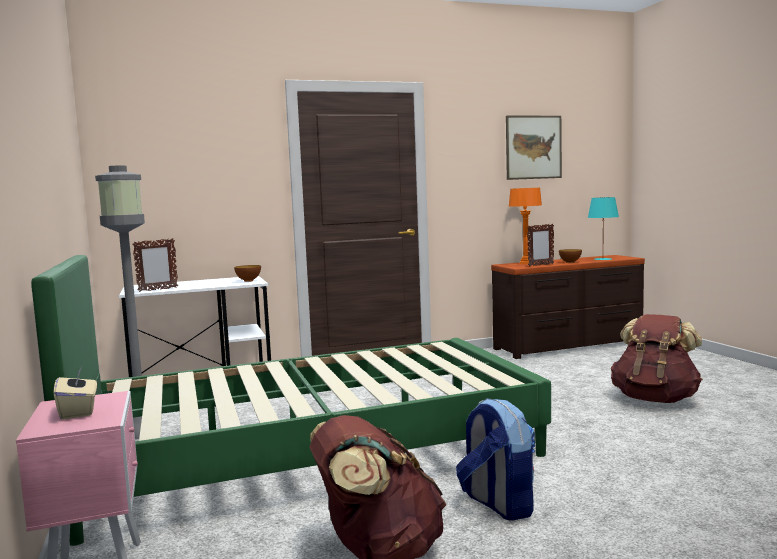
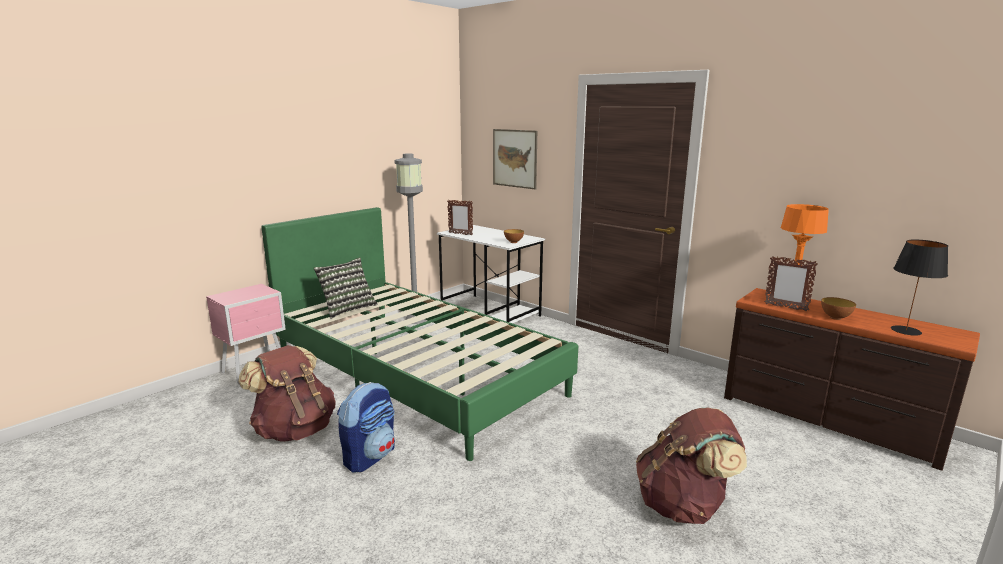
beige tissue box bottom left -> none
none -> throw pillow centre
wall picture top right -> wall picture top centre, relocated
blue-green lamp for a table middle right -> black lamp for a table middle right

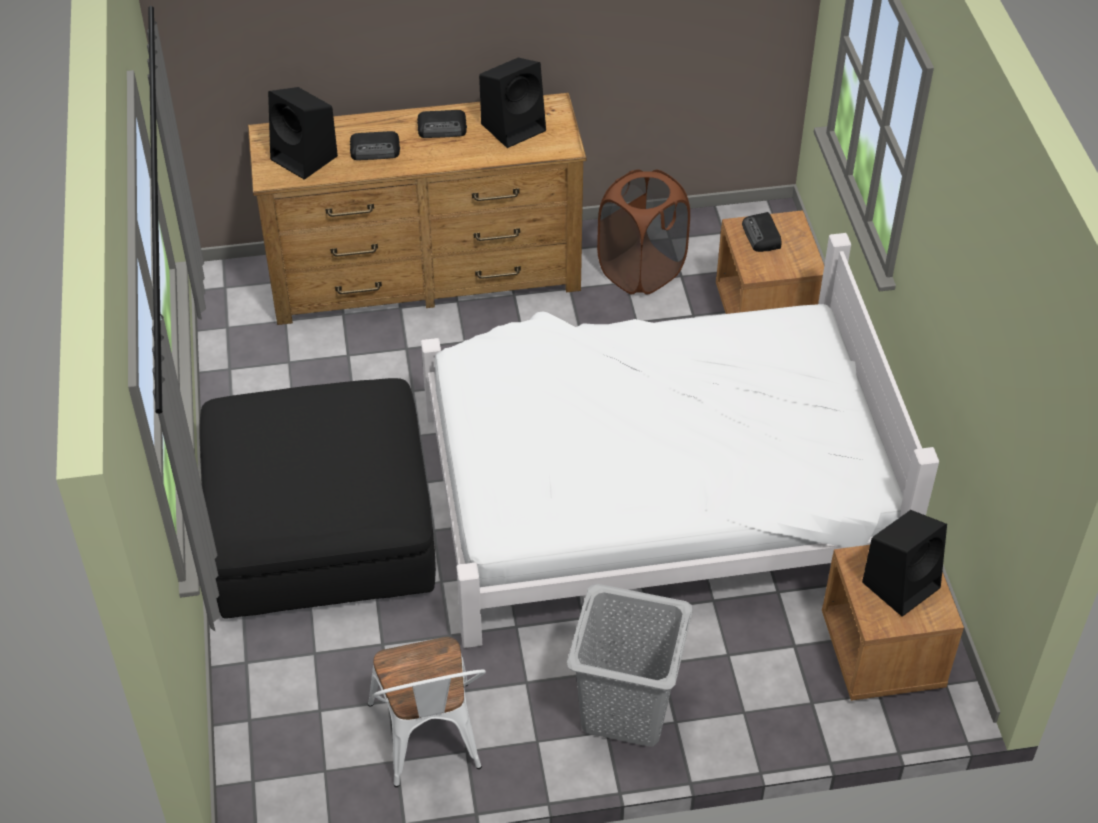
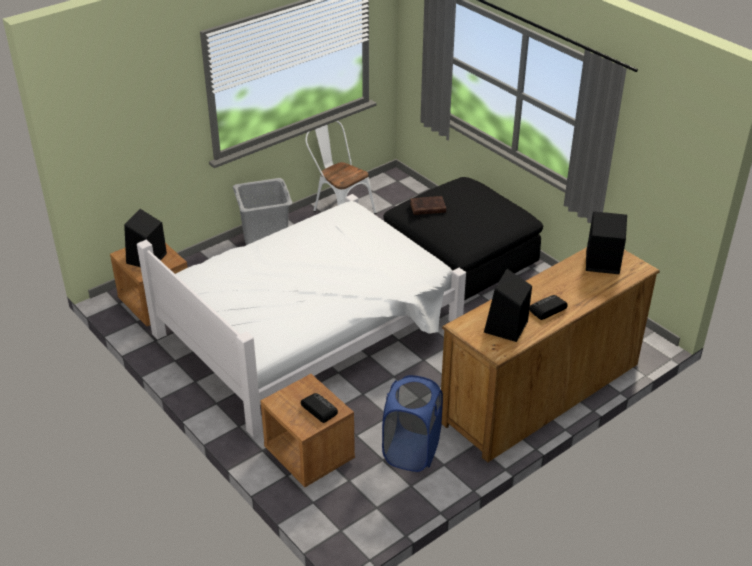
radio (no. 1 from left) top centre -> none
none -> brownish bound book centre
brownish washing basket top centre -> blue-coloured washing basket bottom centre

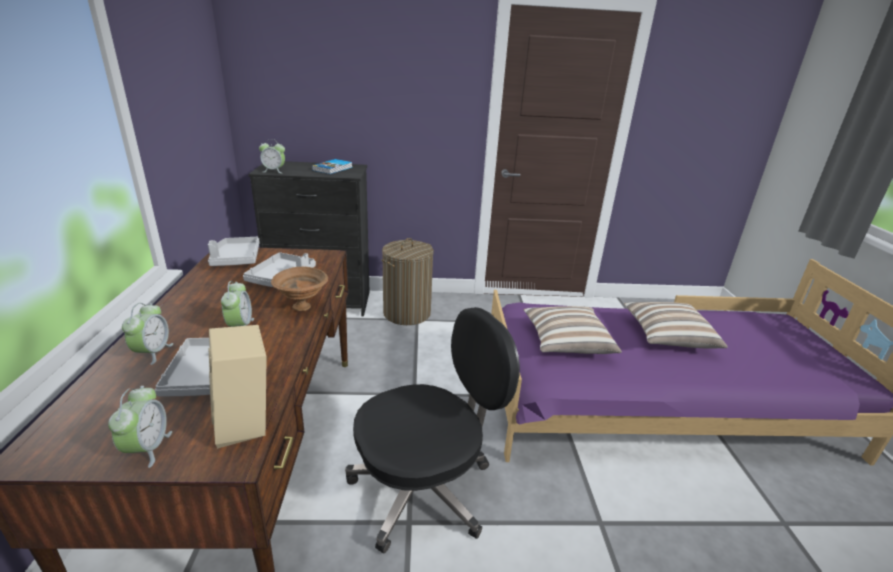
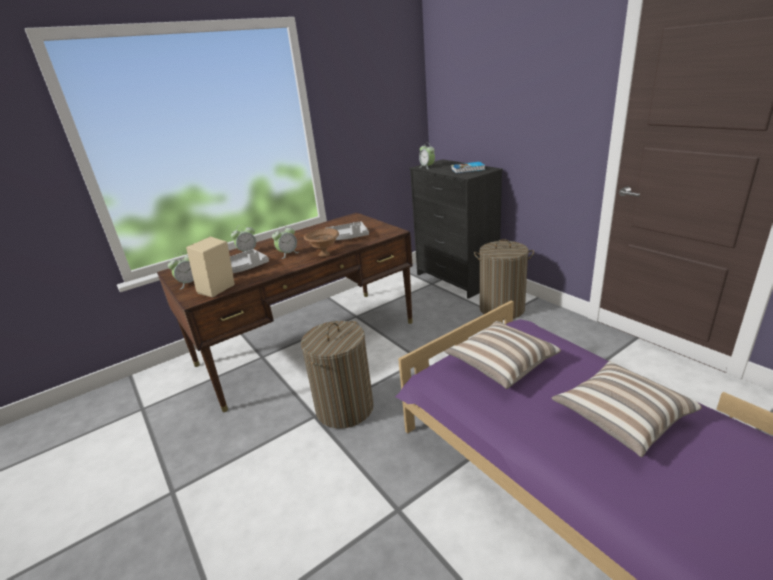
greyish serving tray (no. 2 from left) middle left -> none
black computer chair bottom centre -> washing basket (no. 1 from left) centre

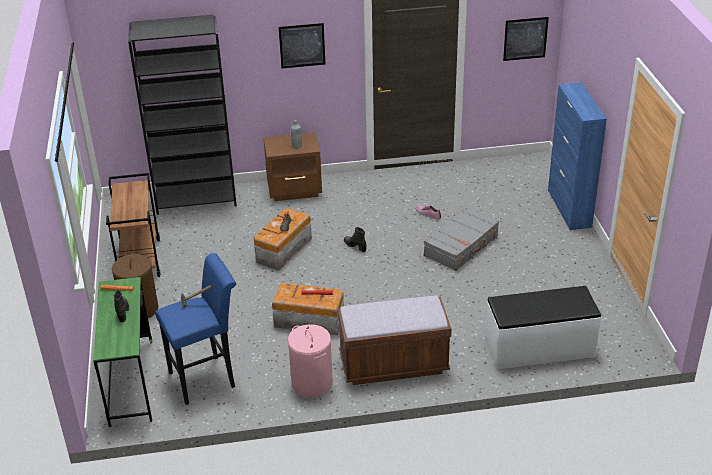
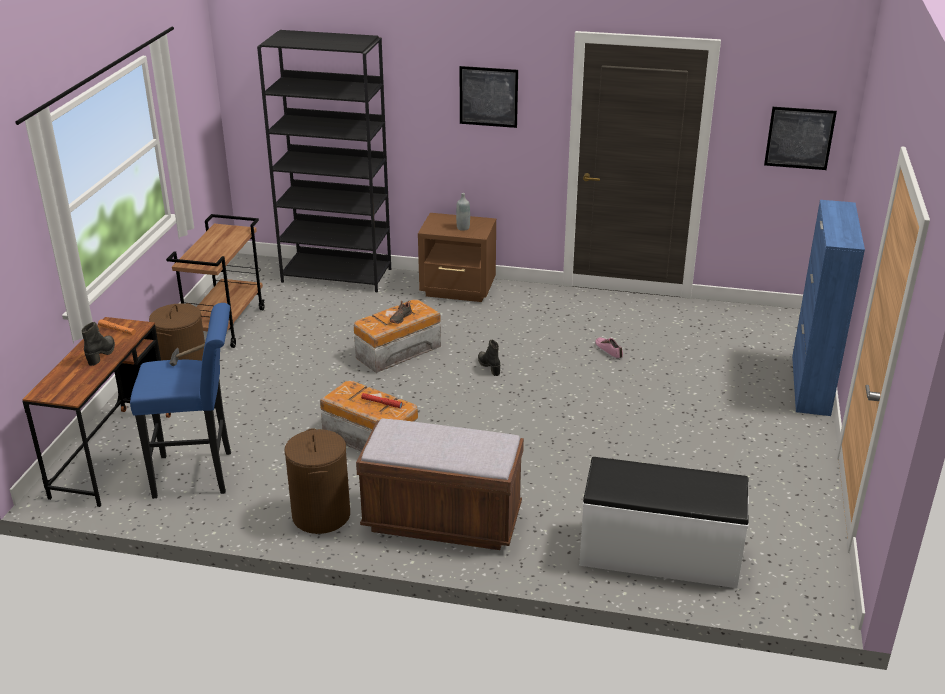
greyish piece of luggage centre -> none
greenish desk unit bottom left -> brownish desk unit middle left
pinkish washing basket bottom centre -> brownish washing basket (no. 2 from left) bottom centre

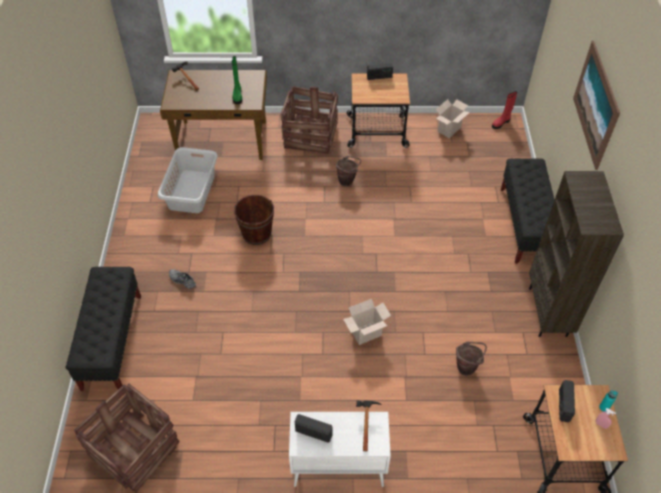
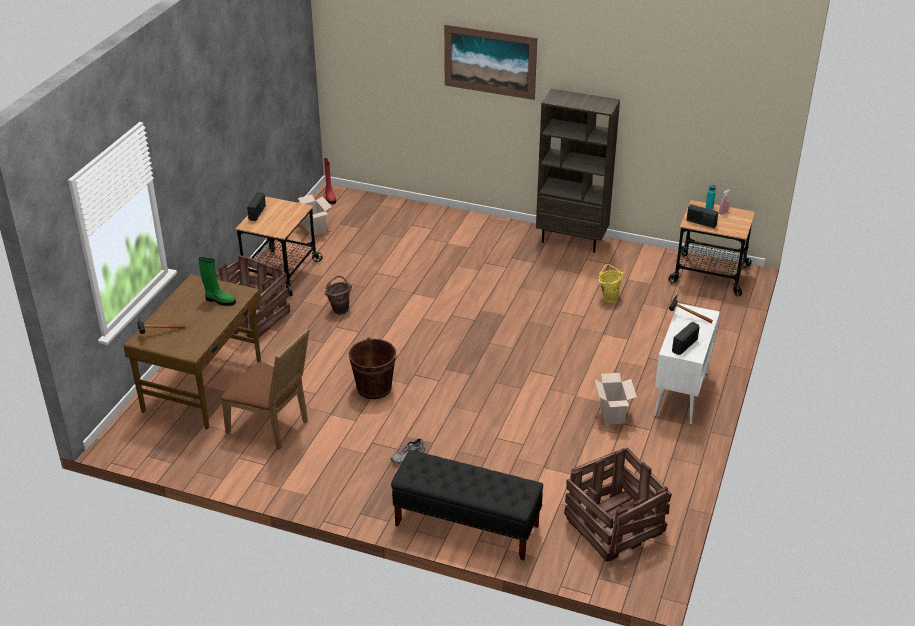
black long seat (no. 2 from left) middle right -> none
packing box (no. 1 from left in the first image) centre -> packing box (no. 2 from left) middle right, relocated
greyish washing basket middle left -> brownish upright chair middle left
brownish water bucket (no. 3 from left) bottom right -> yellow water bucket middle right

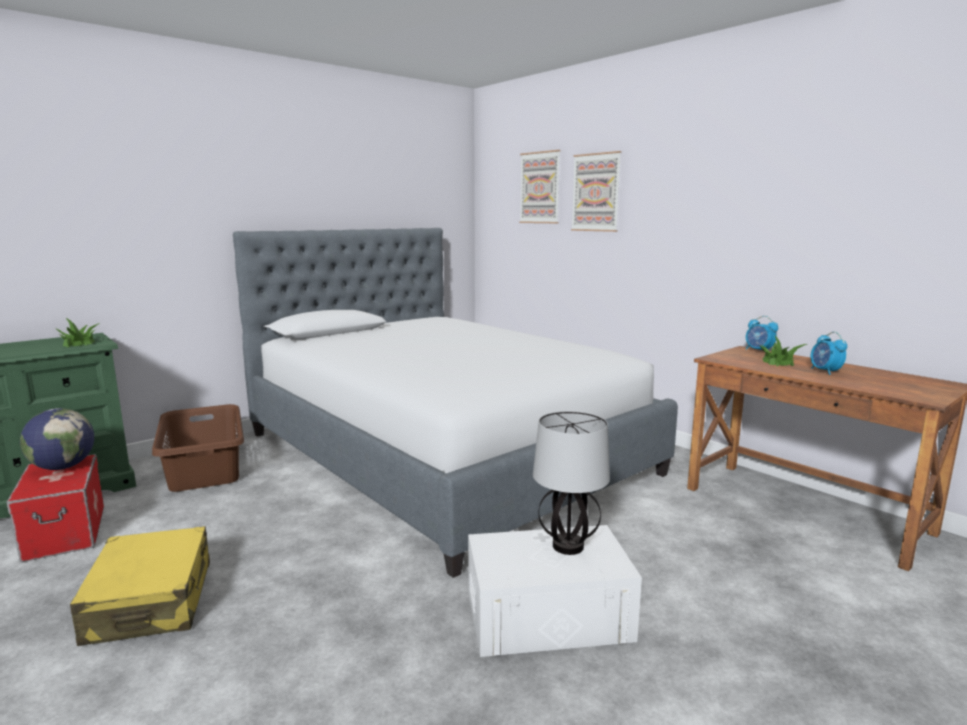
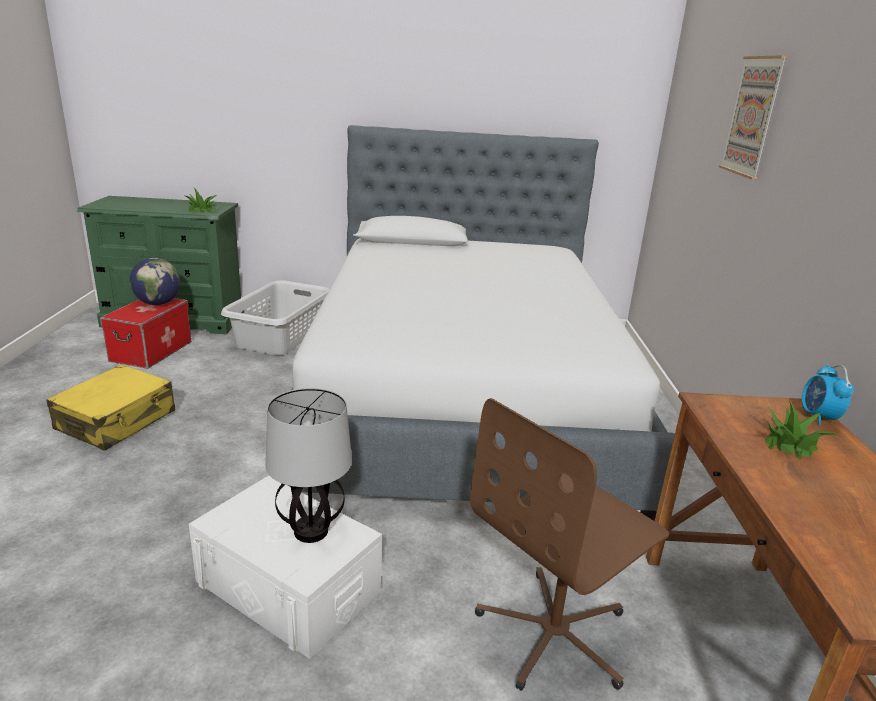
wall picture (no. 1 from left) top centre -> none
alarm clock (no. 2 from left) middle right -> none
none -> brownish computer chair bottom centre
brownish washing basket middle left -> greyish washing basket middle left

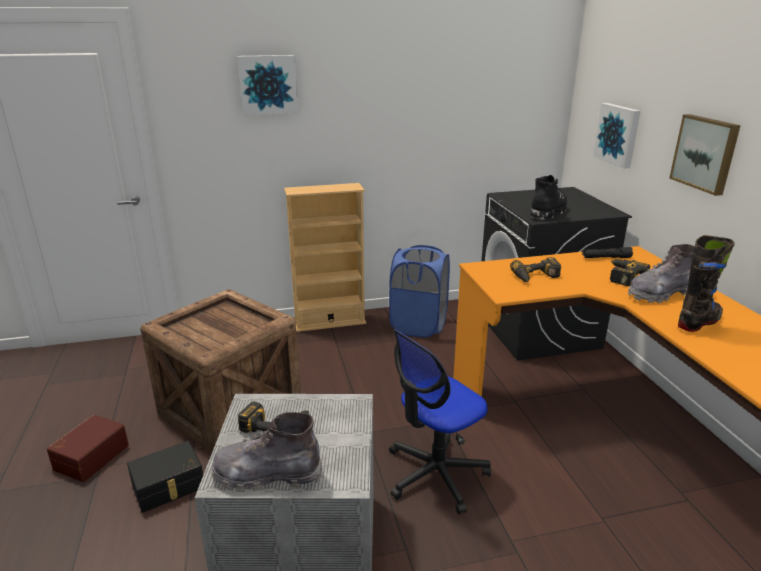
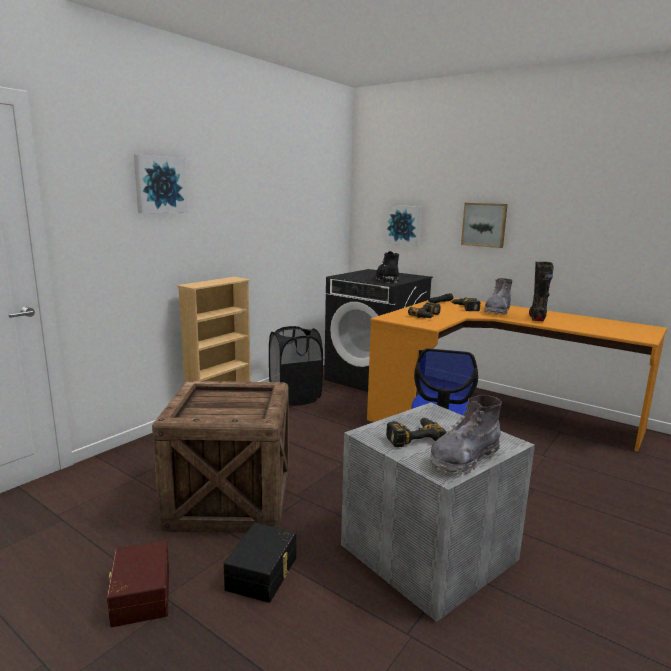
blue-coloured washing basket centre -> black washing basket centre

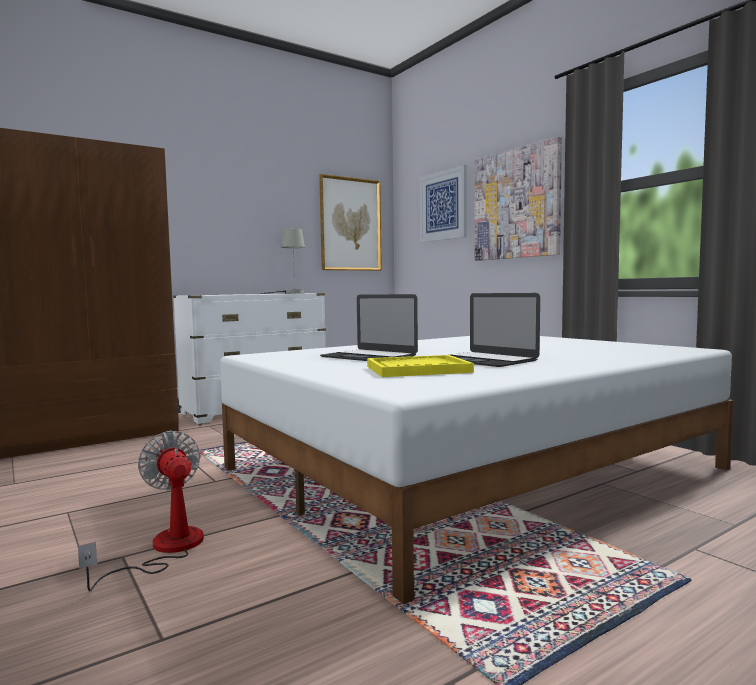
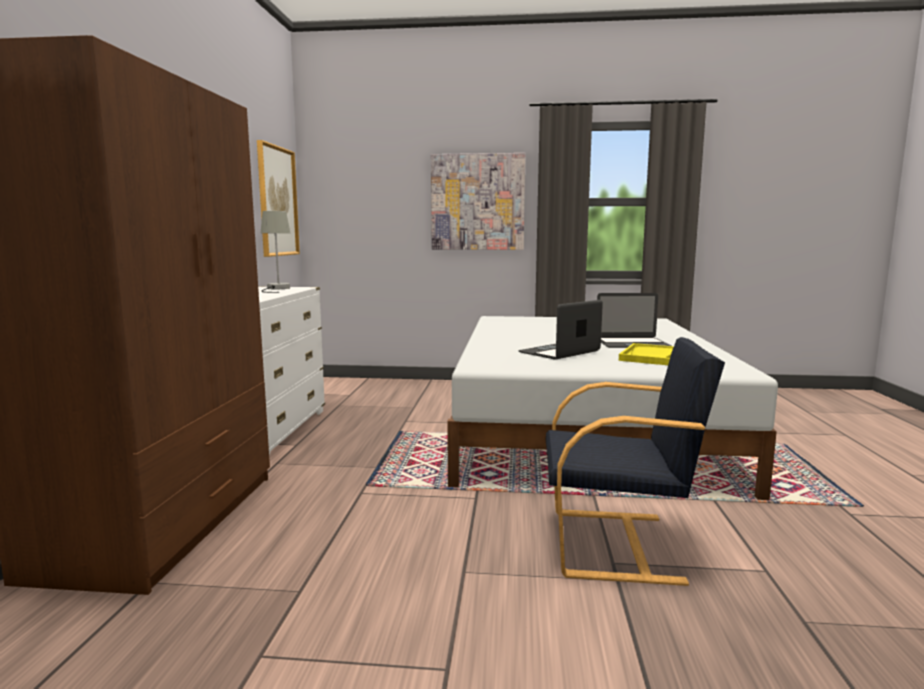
wall picture (no. 2 from left) top centre -> none
electric fan bottom left -> black armchair bottom right
portable computer (no. 1 from left) centre, 150 degrees clockwise

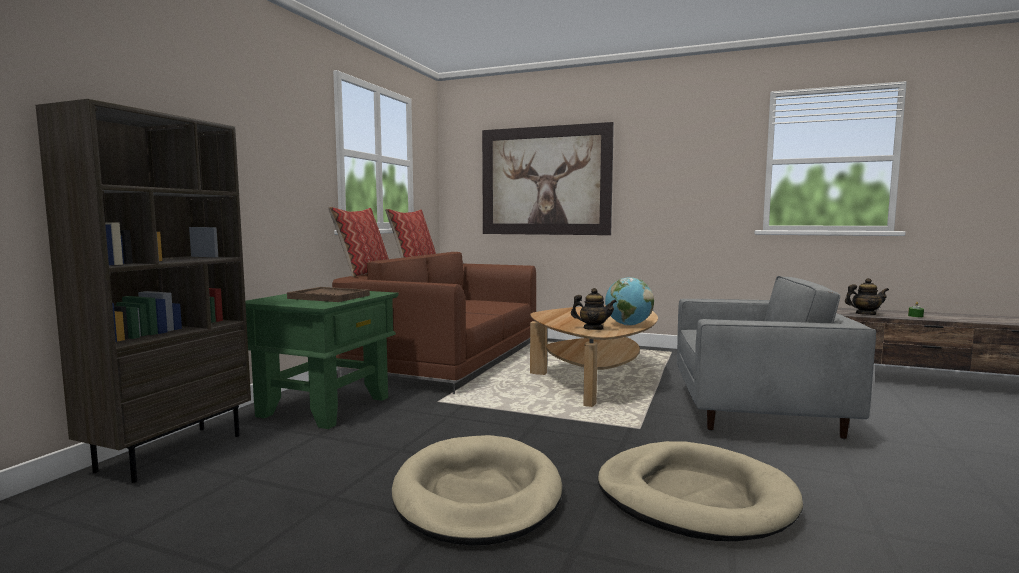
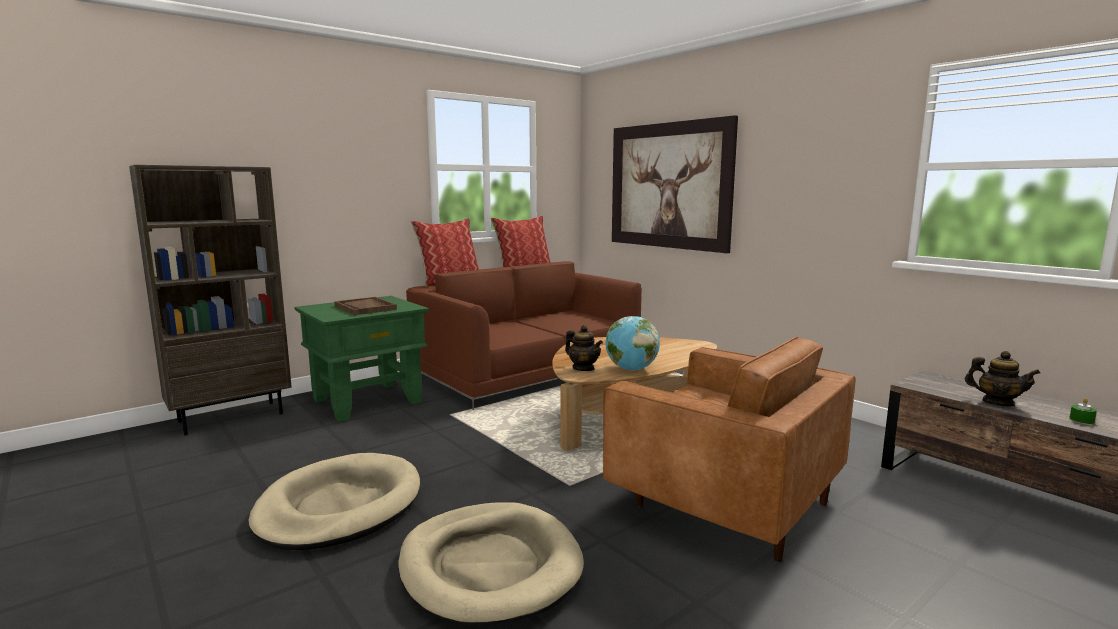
greyish armchair middle right -> brownish armchair bottom centre

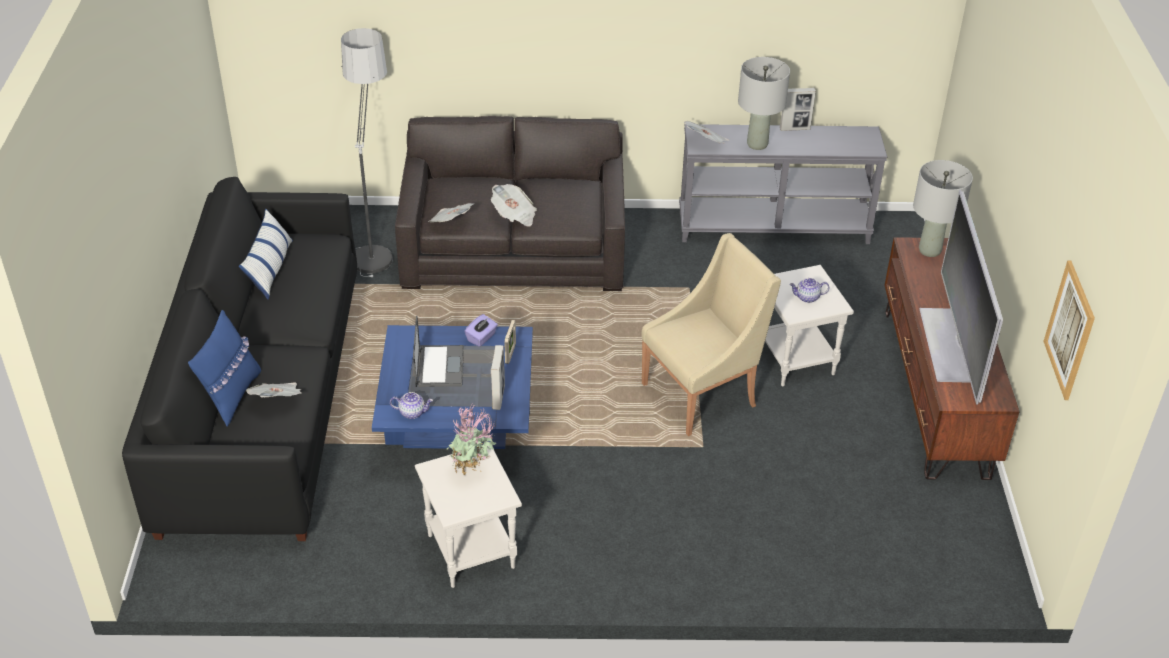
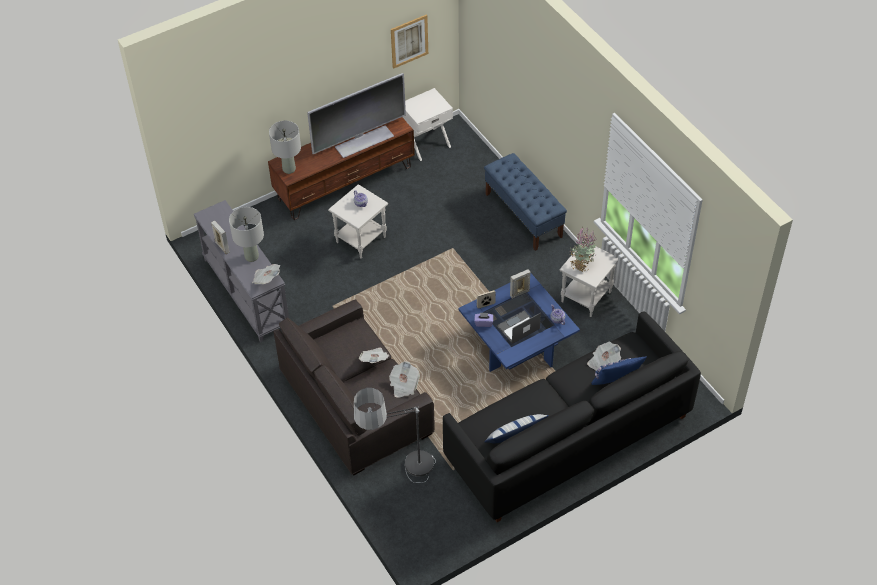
beige armchair centre -> none
none -> white bedside table top centre
none -> blue-coloured long seat centre

